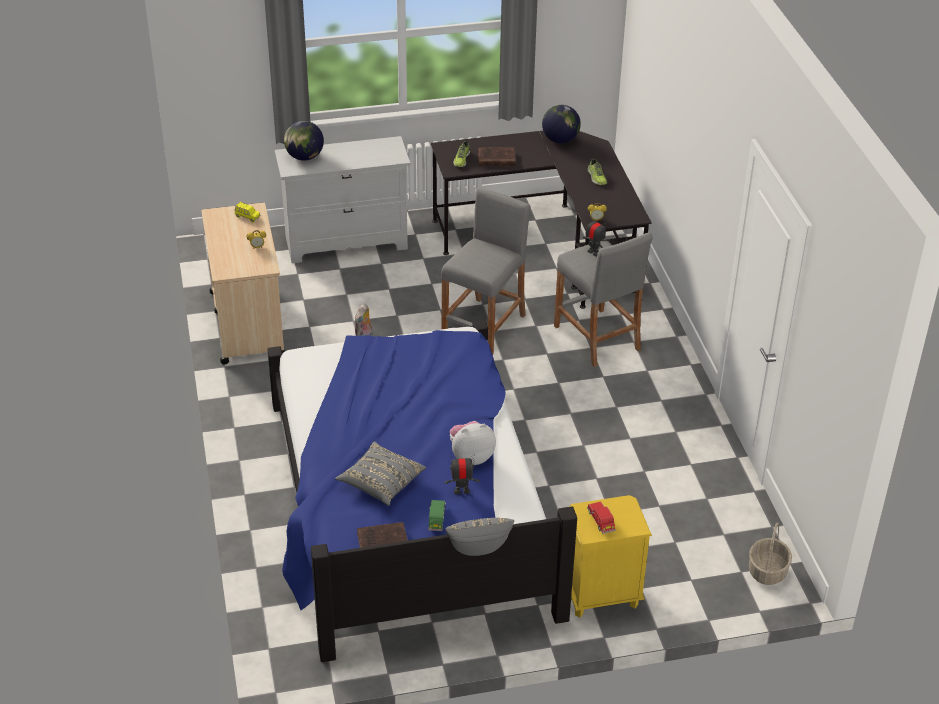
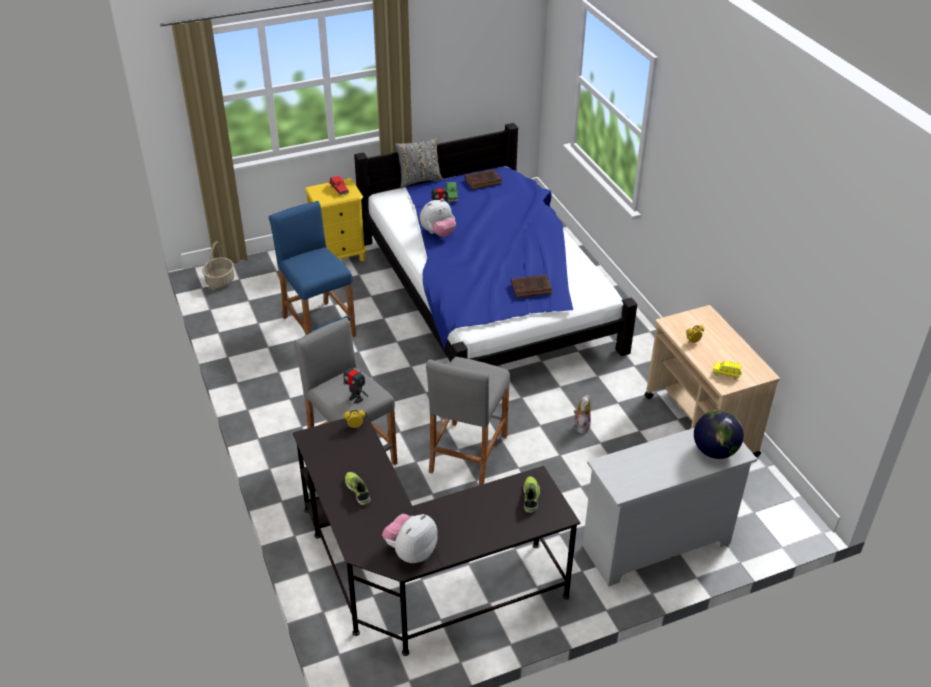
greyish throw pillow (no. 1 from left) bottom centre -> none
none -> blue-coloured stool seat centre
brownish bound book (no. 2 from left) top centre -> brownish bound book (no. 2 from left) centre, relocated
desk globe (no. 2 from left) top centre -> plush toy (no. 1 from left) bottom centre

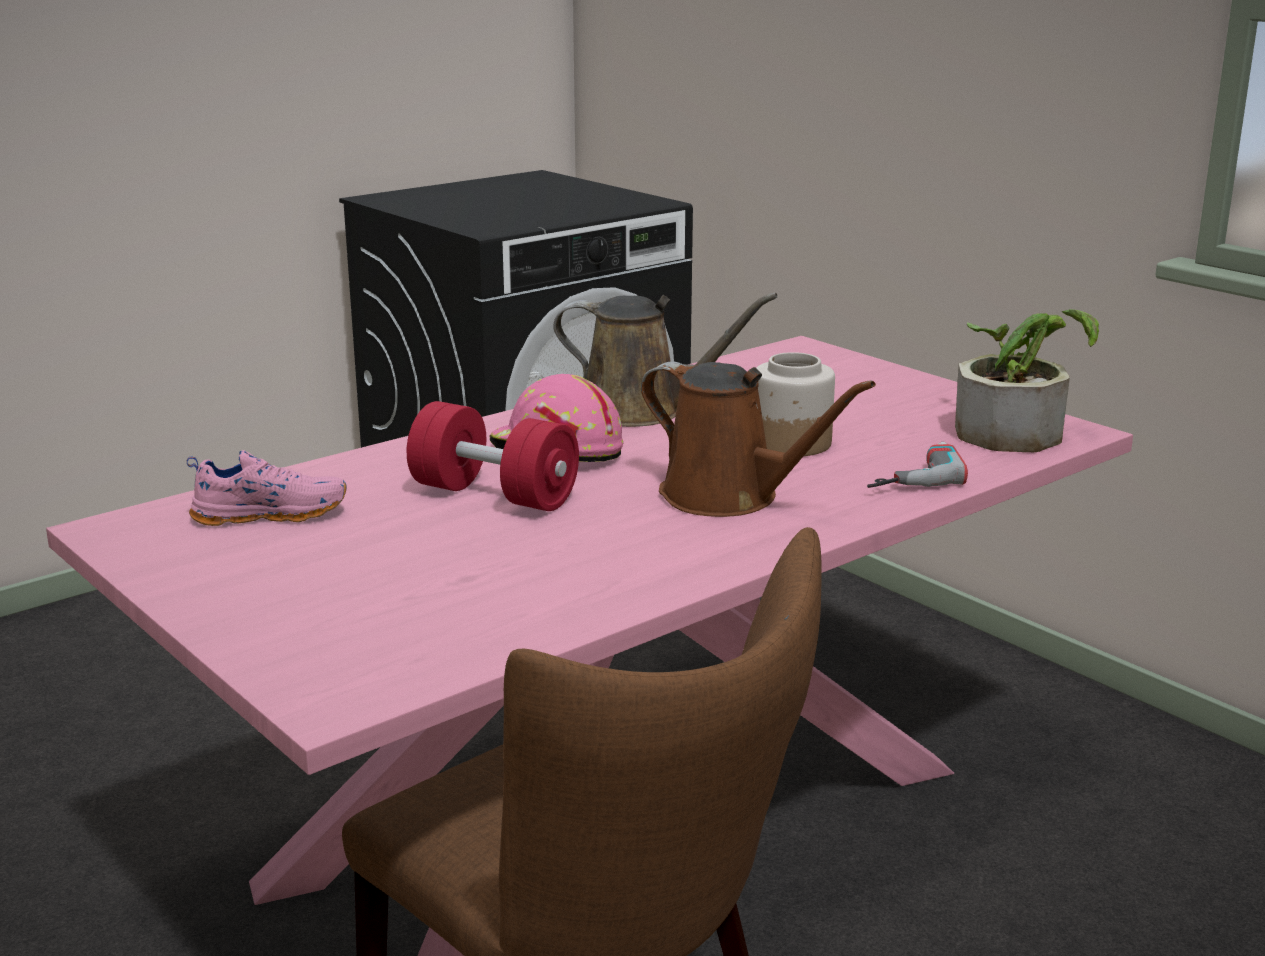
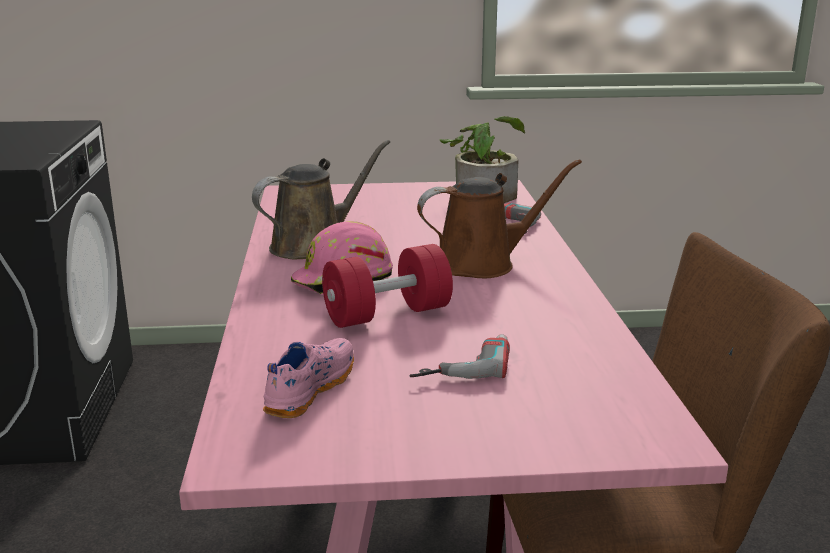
jar centre -> none
none -> electric drill (no. 1 from left) centre

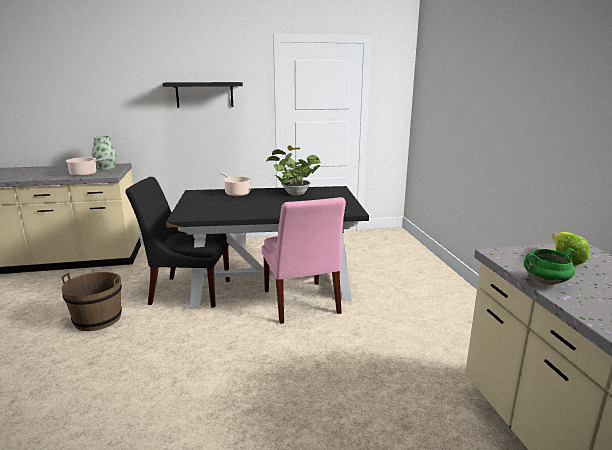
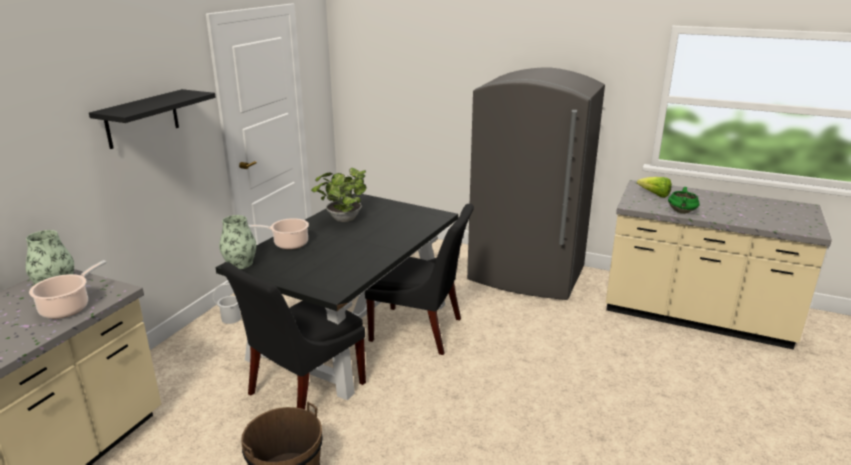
none -> flower vase (no. 2 from left) middle left
none -> greyish fridge centre
pinkish upright chair centre -> black upright chair (no. 2 from left) centre

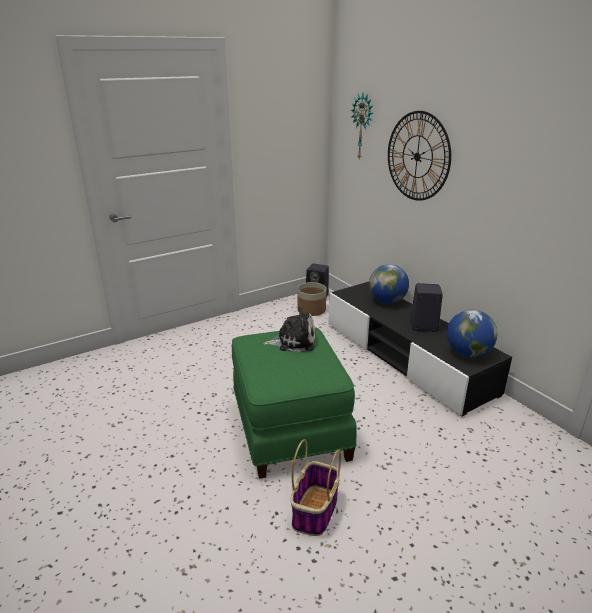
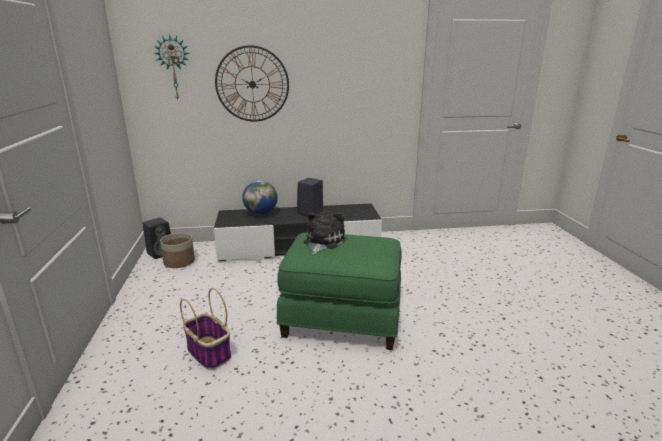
desk globe (no. 2 from left) middle right -> none
storage basket bottom centre -> storage basket bottom left, relocated

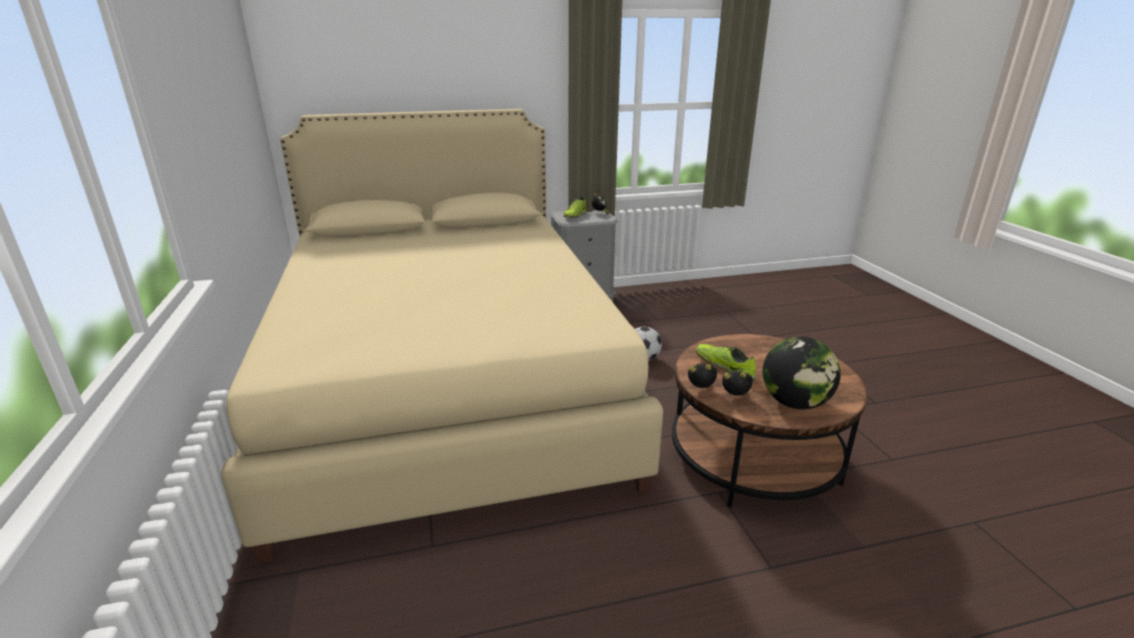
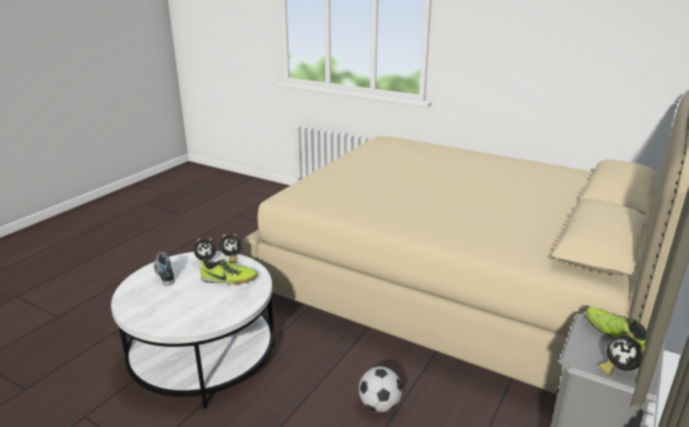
desk globe middle right -> shoe (no. 1 from left) middle left
brownish low table middle right -> white low table bottom left

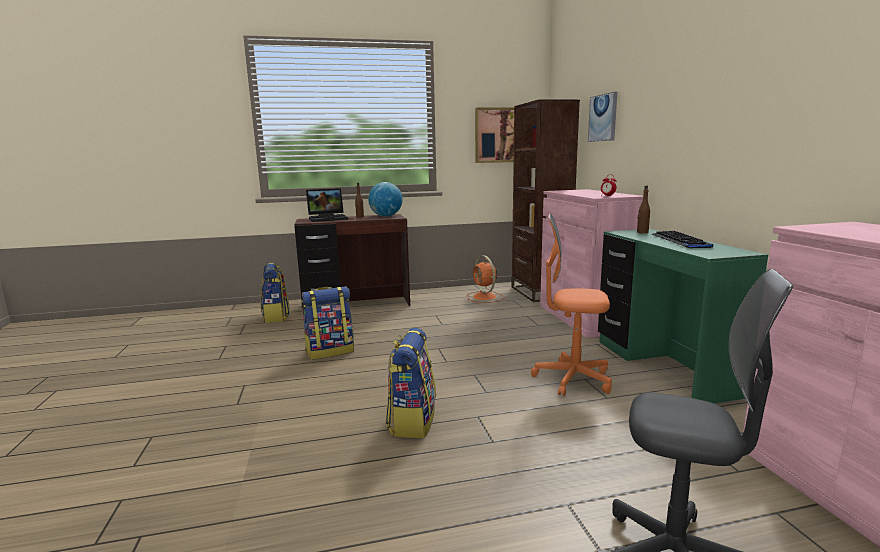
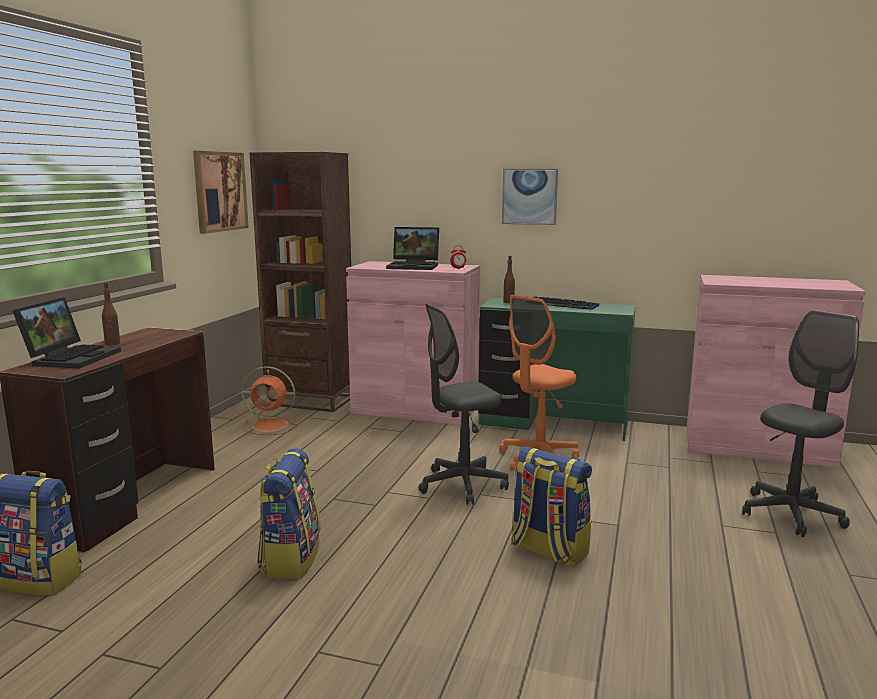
desk globe centre -> none
none -> portable computer (no. 2 from left) centre
none -> greyish computer chair (no. 1 from left) centre
wall picture (no. 2 from left) top right -> wall picture (no. 2 from left) top centre, relocated

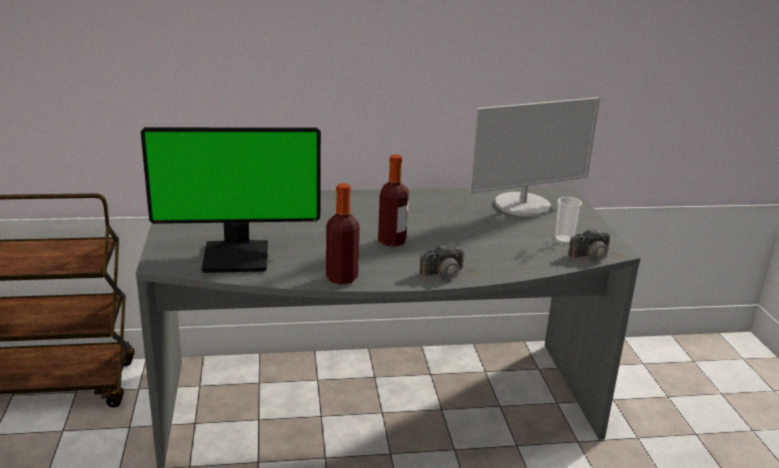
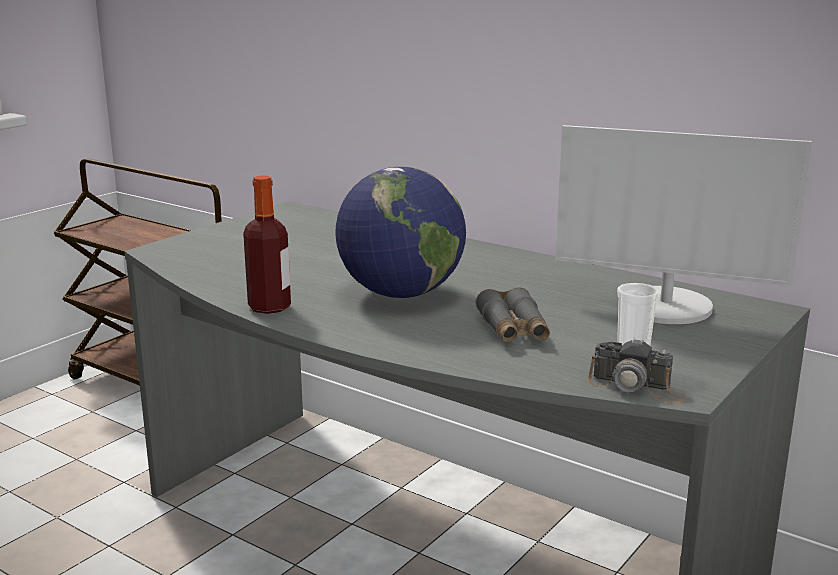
computer screen (no. 1 from left) middle left -> none
still camera (no. 1 from left) centre -> none
none -> greyish binoculars centre
bottle (no. 2 from left) centre -> desk globe centre

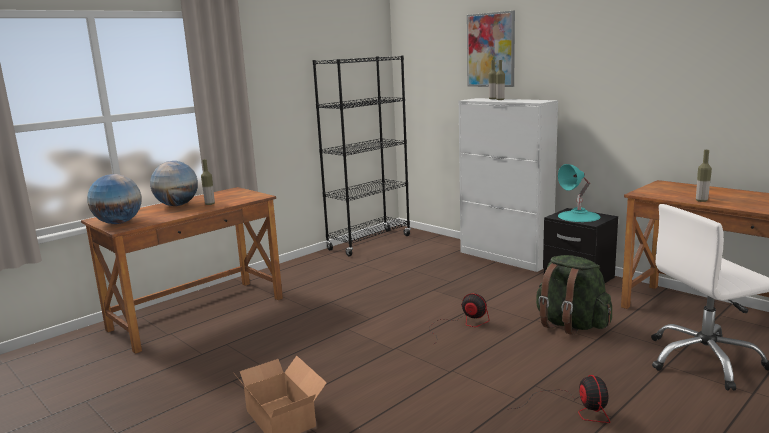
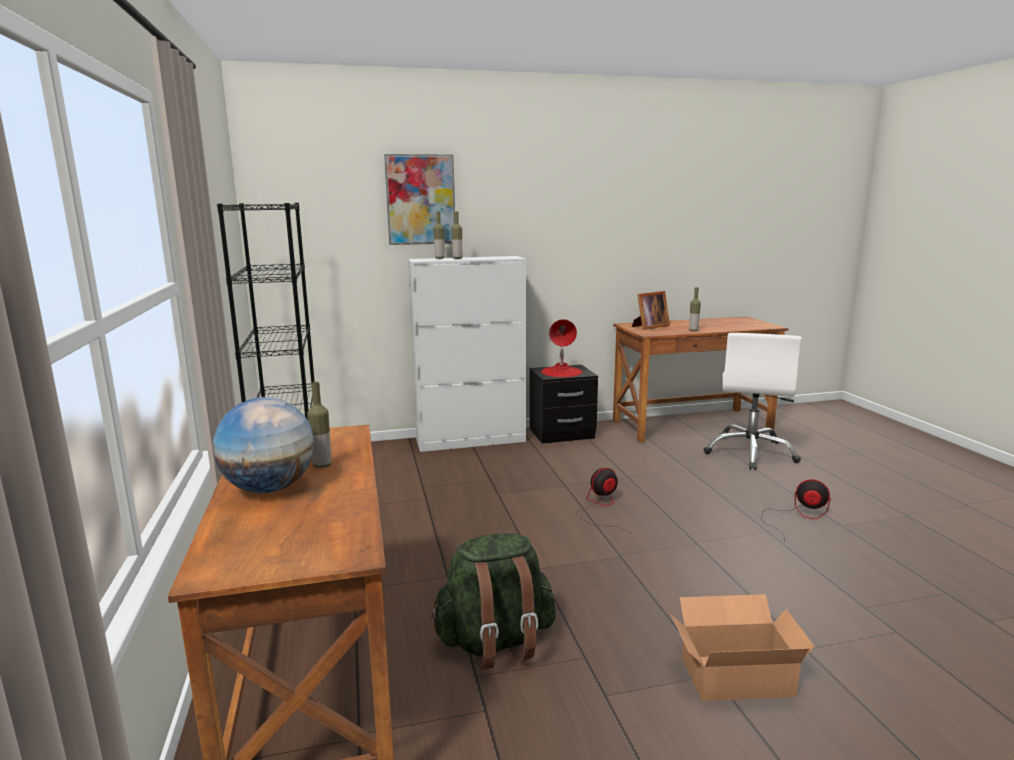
desk globe (no. 1 from left) middle left -> none
none -> standing frame centre
greenish rucksack bottom right -> greenish rucksack bottom centre, relocated
blue-green lamp for a table middle right -> reddish lamp for a table centre

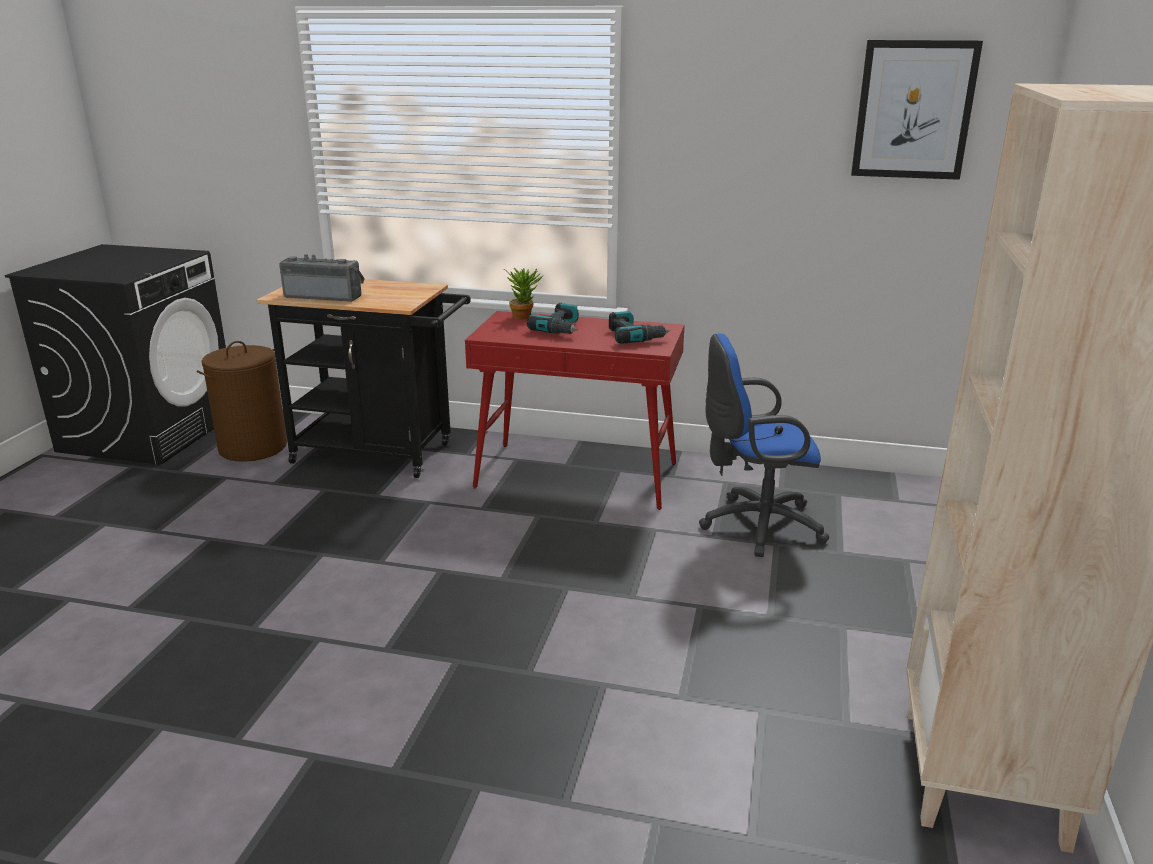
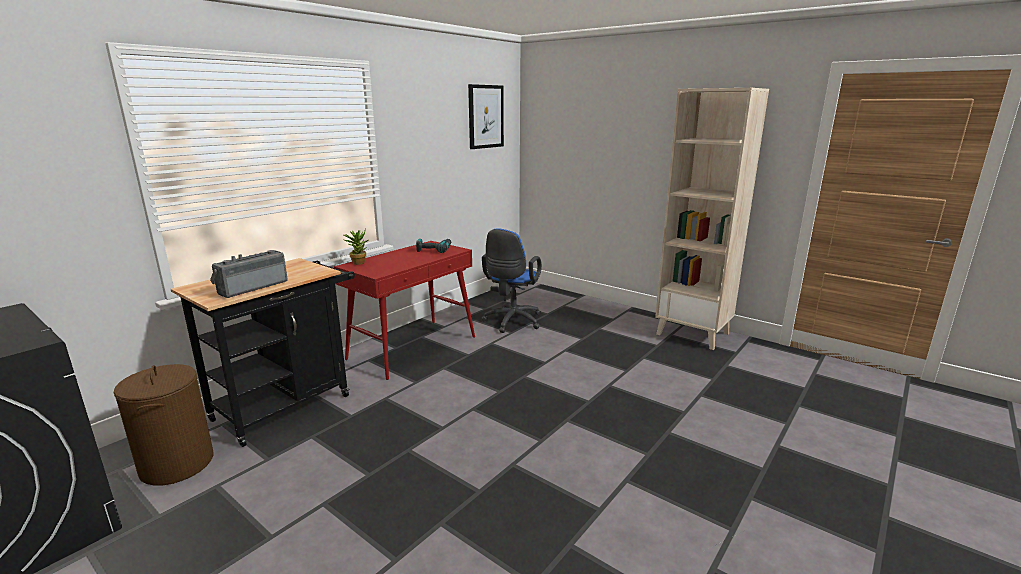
electric drill (no. 1 from left) centre -> none

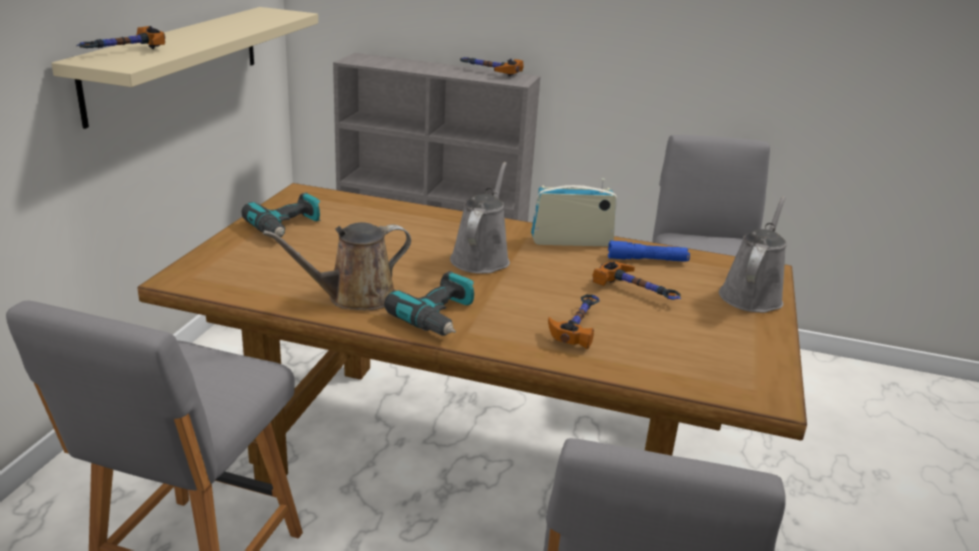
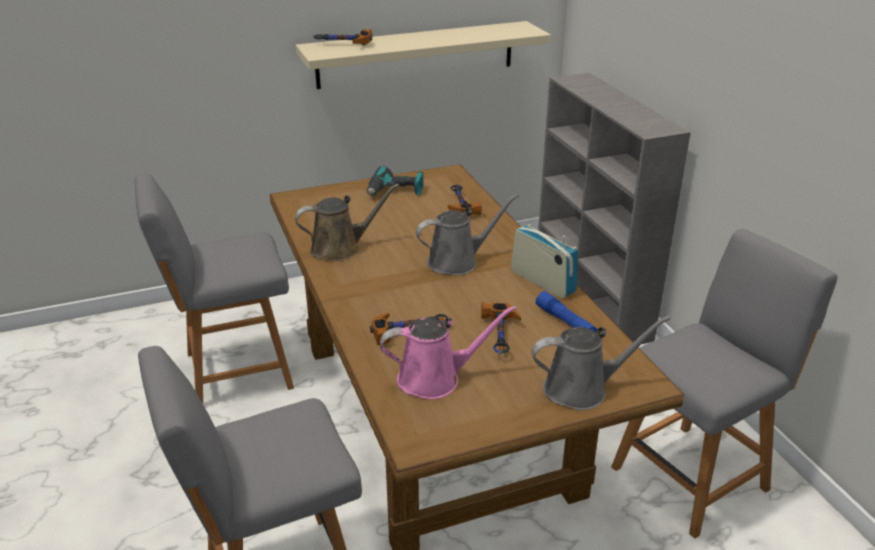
electric drill (no. 2 from left) centre -> none
none -> pinkish watering pot centre
tool hammer (no. 2 from left in the first image) top centre -> tool hammer (no. 3 from left) centre, relocated
brownish watering pot centre, 135 degrees clockwise

